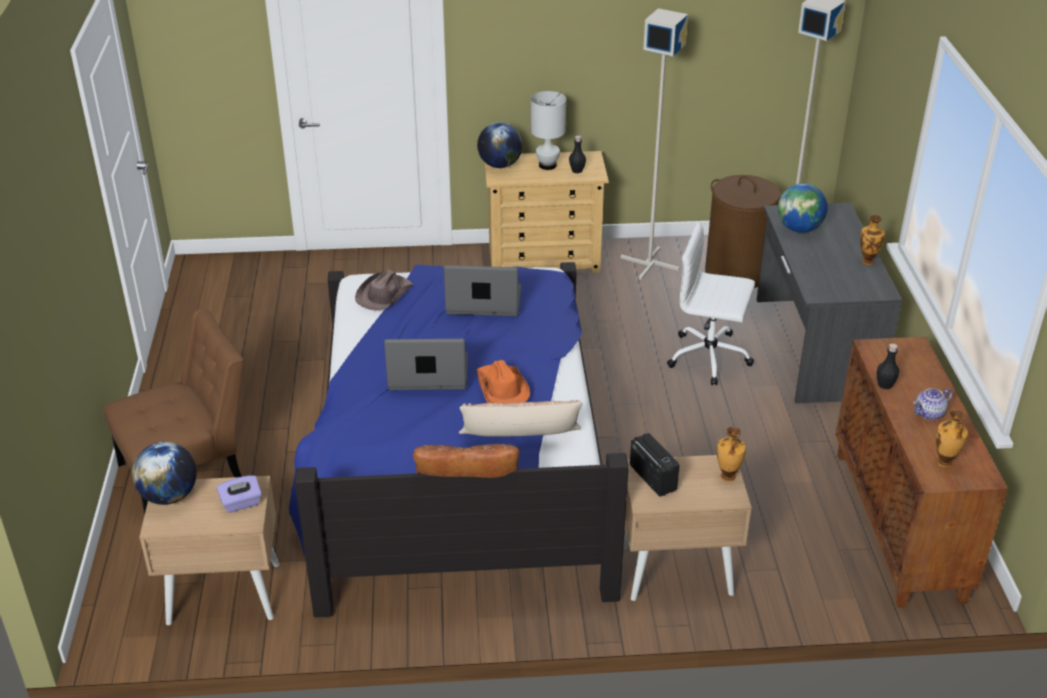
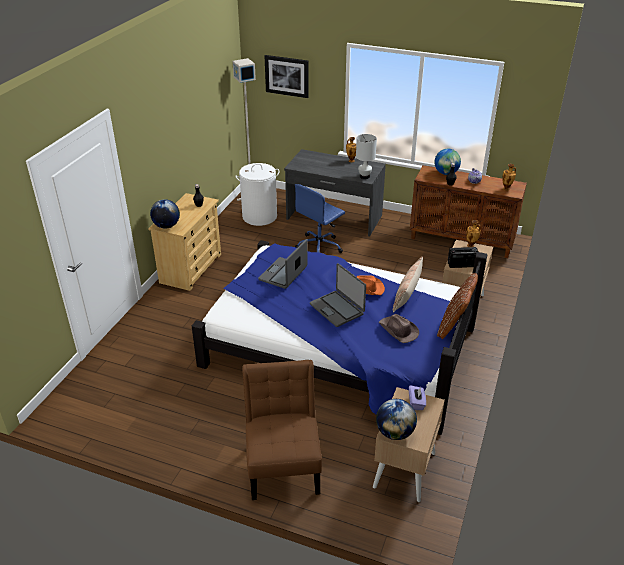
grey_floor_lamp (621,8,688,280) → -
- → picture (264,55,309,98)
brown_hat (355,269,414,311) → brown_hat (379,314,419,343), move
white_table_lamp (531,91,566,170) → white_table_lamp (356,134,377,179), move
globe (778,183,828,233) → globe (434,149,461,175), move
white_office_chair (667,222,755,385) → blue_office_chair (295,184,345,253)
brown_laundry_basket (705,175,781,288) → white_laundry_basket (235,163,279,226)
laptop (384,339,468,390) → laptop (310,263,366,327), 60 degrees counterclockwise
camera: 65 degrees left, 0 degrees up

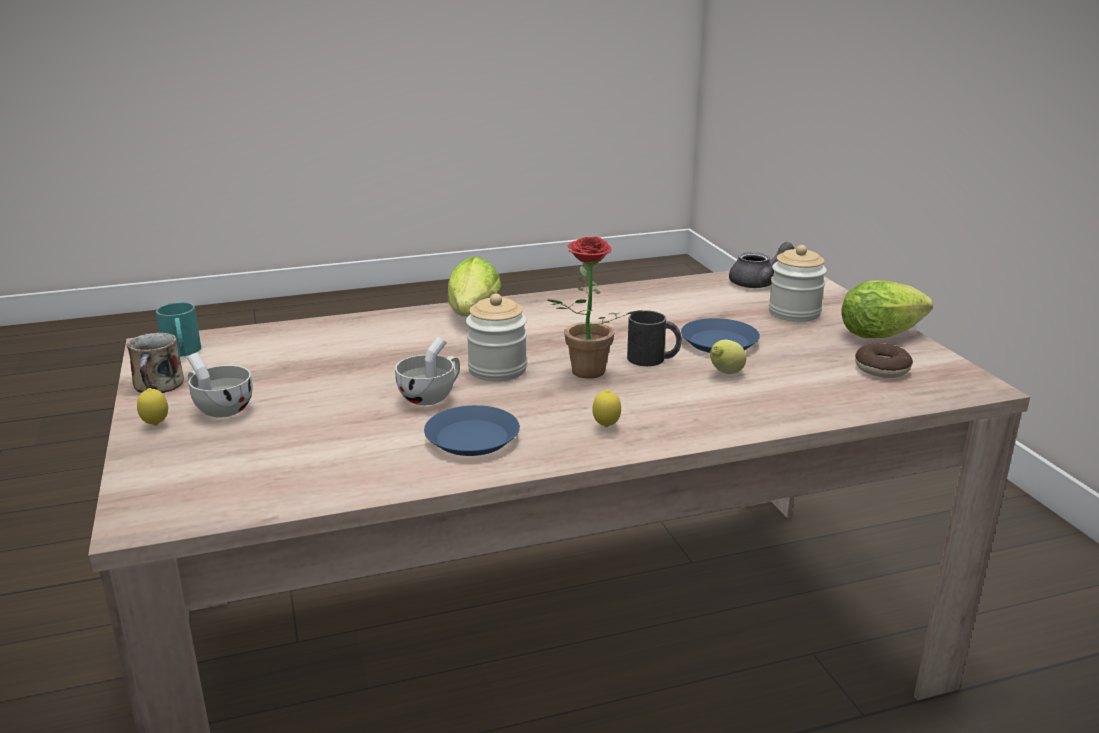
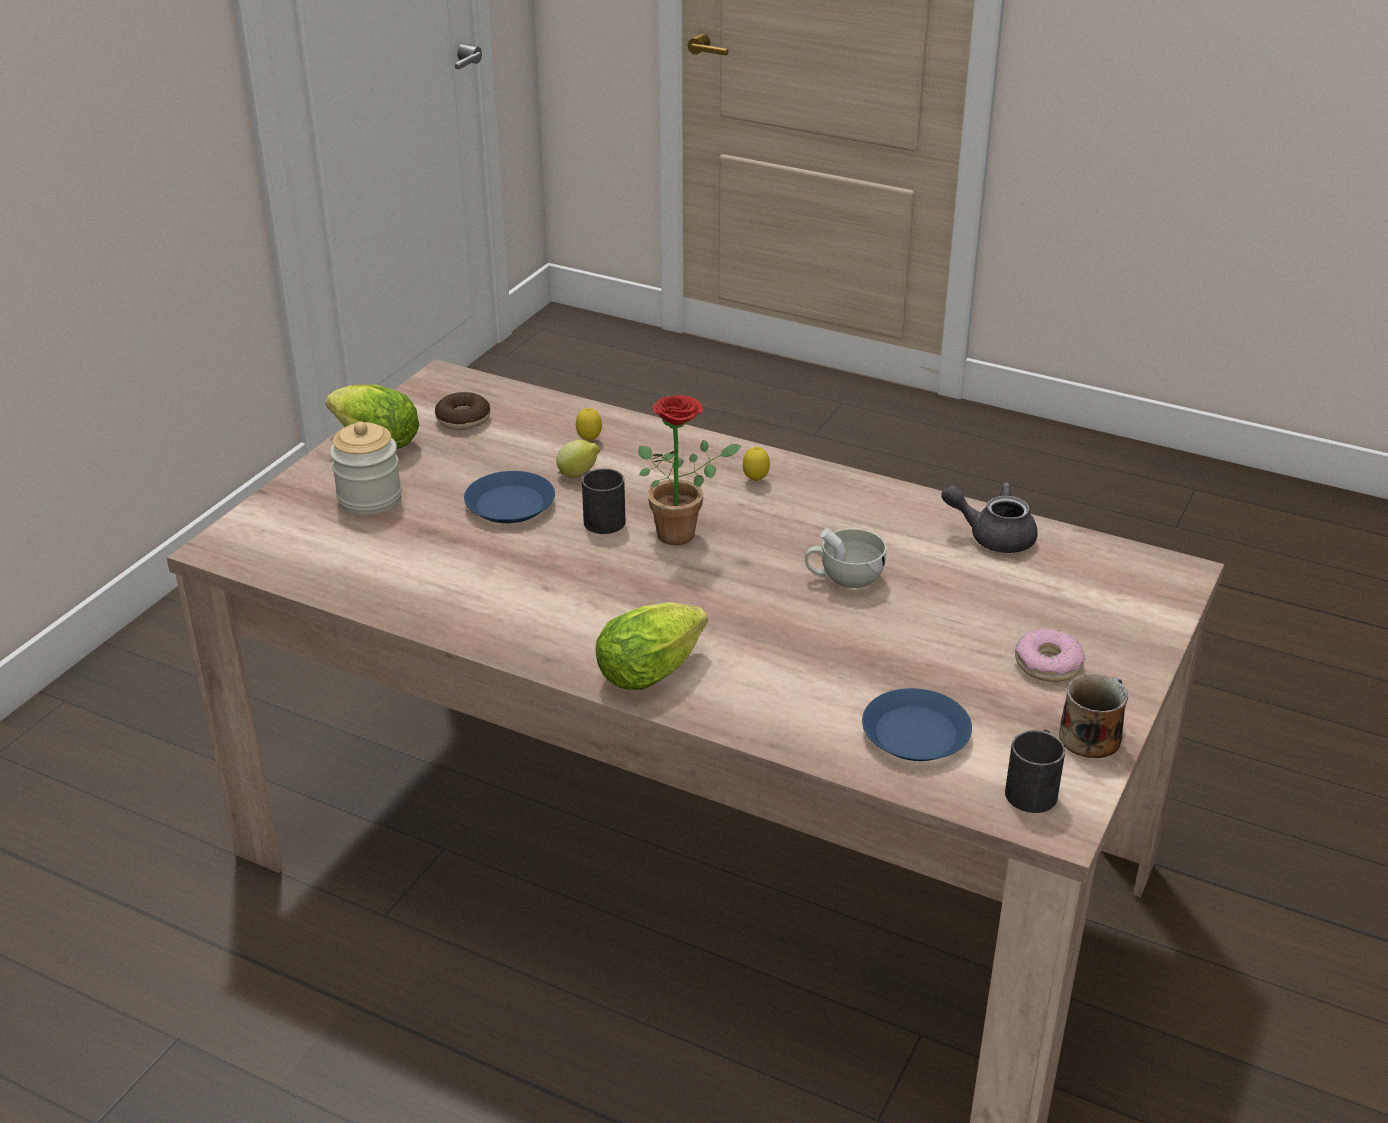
jar (466,294,527,381) → -
lemon (137,388,168,426) → lemon (576,407,602,441), move
blue_plate (424,405,520,456) → blue_plate (862,688,972,761), move
grey_teapot (729,242,794,288) → grey_teapot (941,482,1038,553), move
white_cup (187,353,253,418) → donut (1015,628,1086,682)
turquoise_mug (156,302,201,357) → black_mug (1005,730,1065,813)
camera: 135 degrees left, 10 degrees up

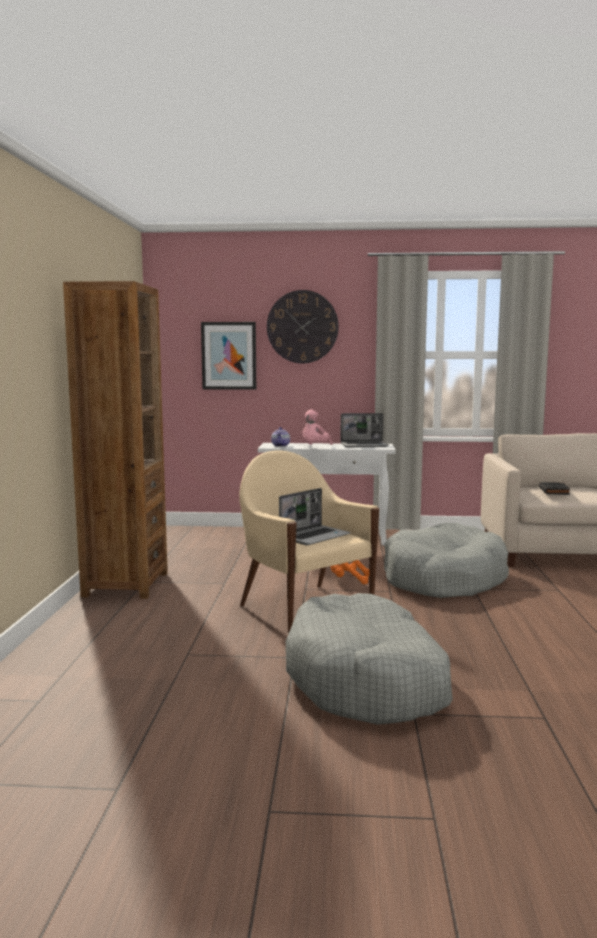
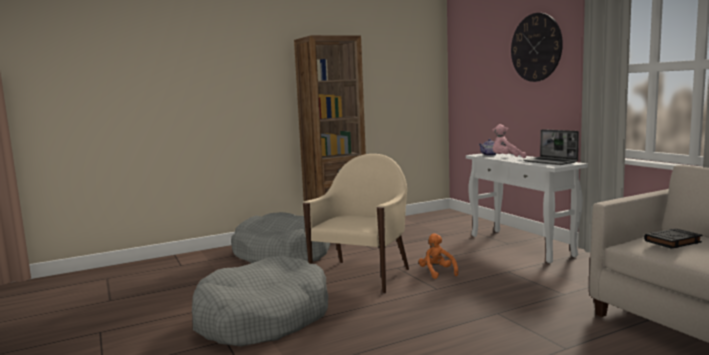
picture (201,322,256,390) → -
laptop (279,488,350,545) → -
grey_dog_bed (384,523,509,598) → grey_dog_bed (231,212,330,263), move
camera: 60 degrees right, 0 degrees up

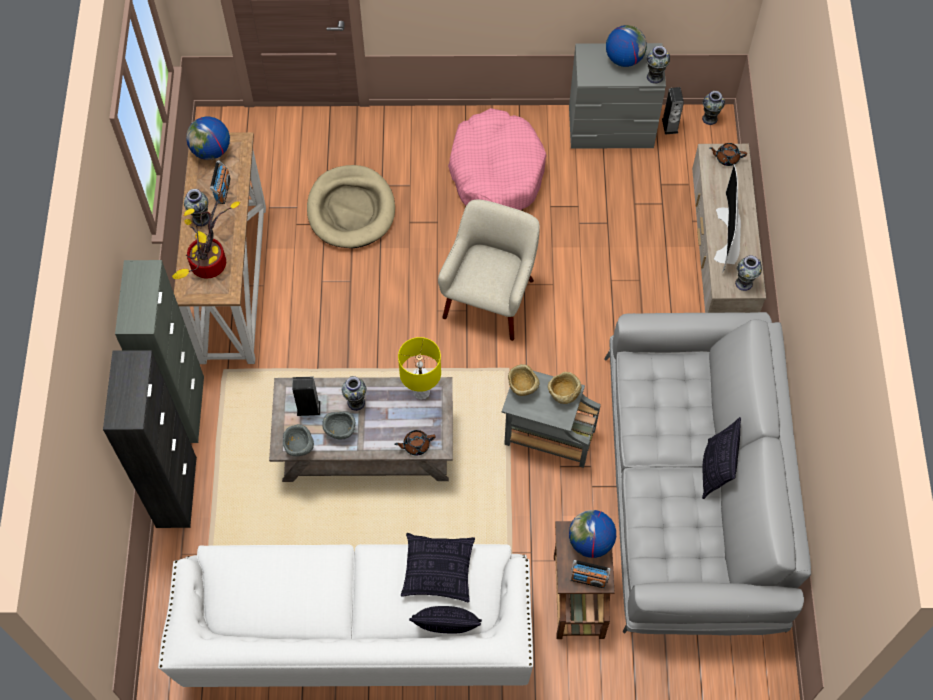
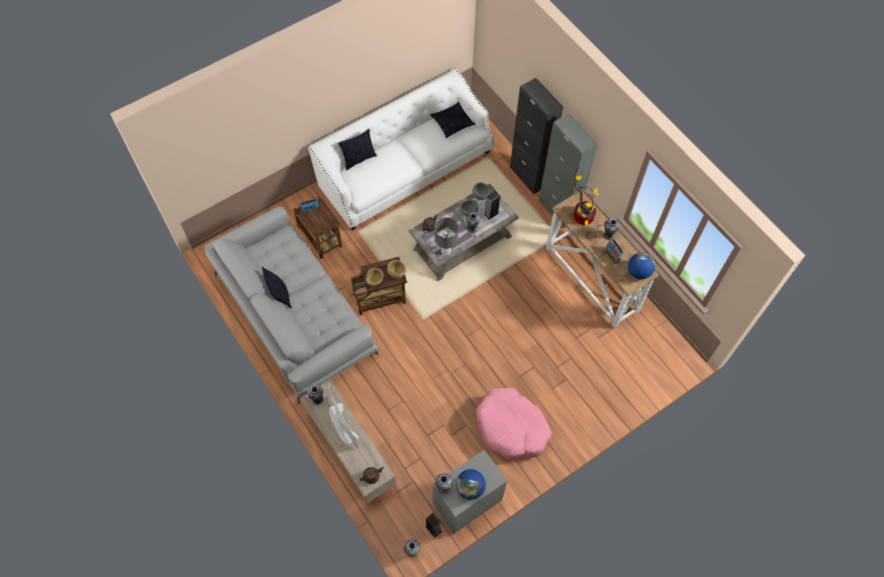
beige_dog_bed (307,165,395,248) → -
beige_armchair (438,200,540,341) → -
globe (569,510,616,558) → -
pillow (401,533,475,602) → pillow (430,102,476,138), move
yellow_table_lamp (398,337,441,400) → grey_table_lamp (435,217,459,255)
grey_side_table (502,371,601,468) → brown_side_table (351,257,407,315)
camera: 145 degrees right, 0 degrees up

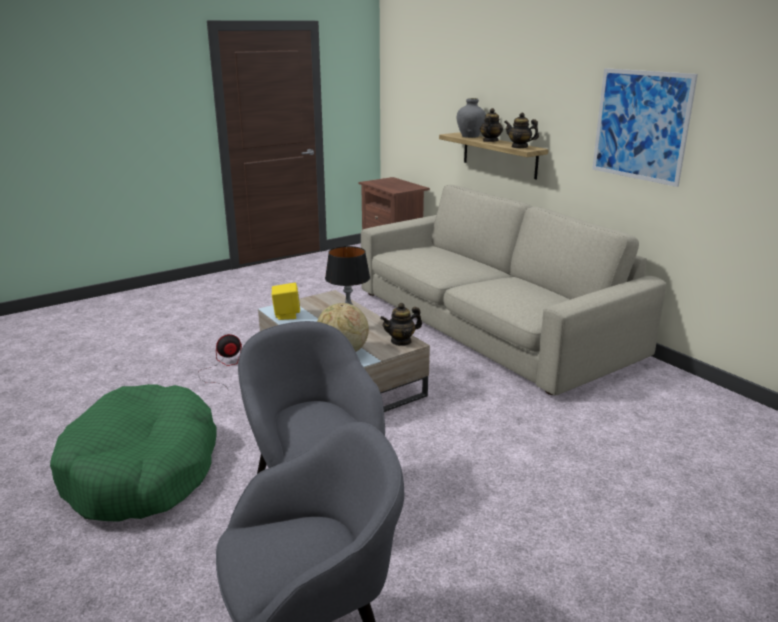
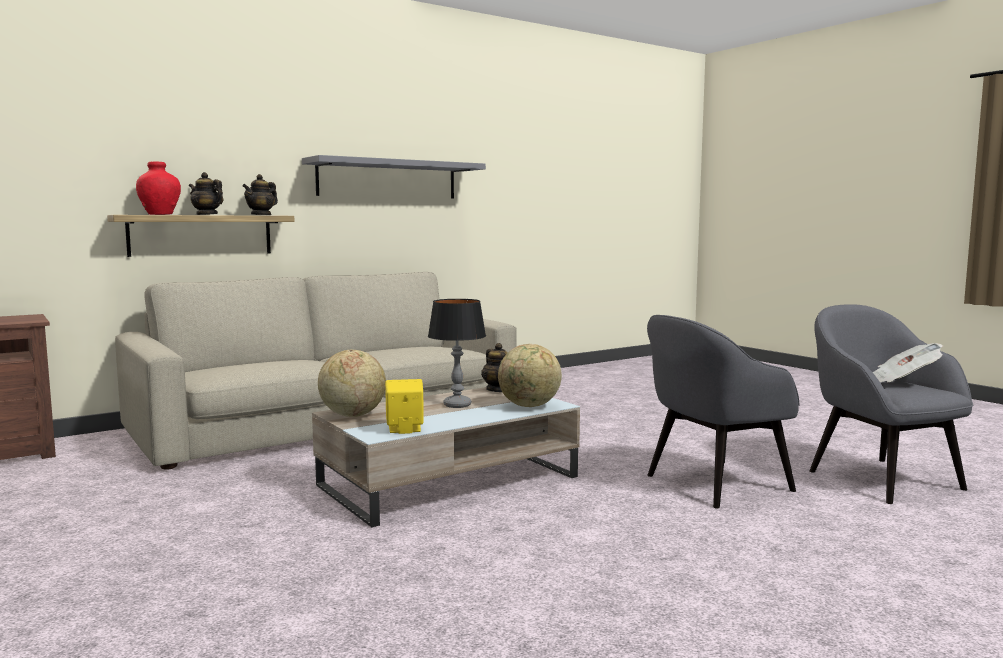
green_dog_bed (50,384,216,522) → -
fan (198,334,242,389) → -
- → globe (318,350,386,417)
- → newspaper (873,343,943,382)
picture (592,68,698,187) → grey_shelf (302,155,486,199)
grey_vase (457,98,486,138) → red_vase (136,161,181,215)
camera: 90 degrees left, 15 degrees down

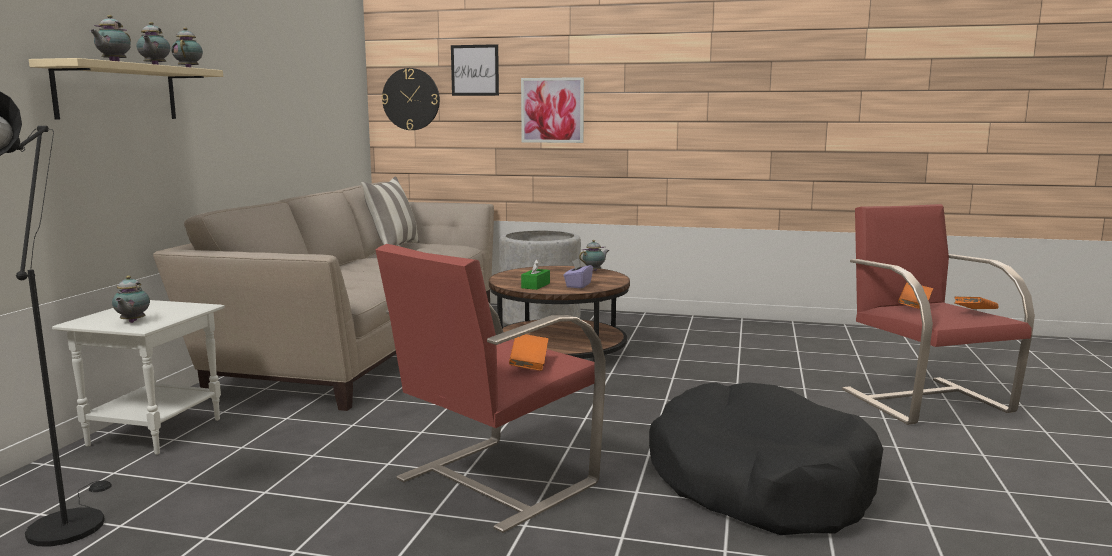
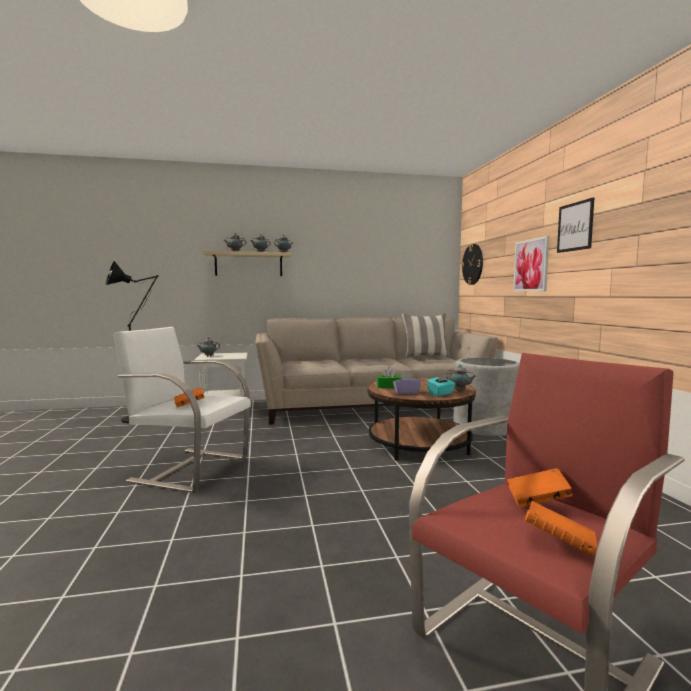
black_dog_bed (649,382,883,535) → -
- → turquoise_tissue_box (427,374,455,396)
picture (451,44,499,96) → picture (557,197,594,253), move
red_armchair (376,244,606,533) → white_armchair (113,327,251,493)
camera: 65 degrees right, 5 degrees down

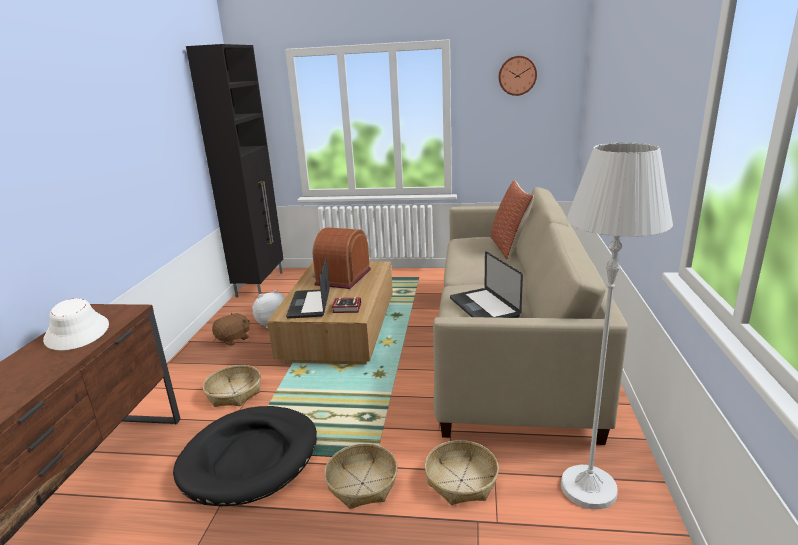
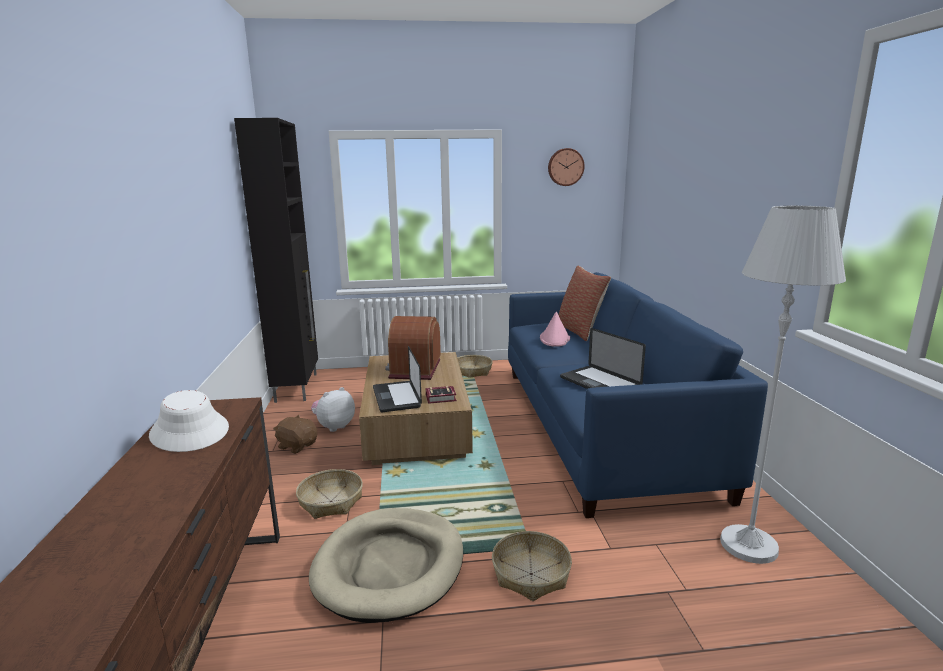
- → pink_hat (540,312,570,347)
basket (425,440,499,505) → basket (457,355,493,378), move
black_dog_bed (173,406,317,507) → beige_dog_bed (309,508,463,623)
beige_sofa (433,187,628,445) → blue_sofa (508,272,768,518)
brown_plush_toy (212,312,250,346) → brown_plush_toy (273,415,317,454), 90 degrees counterclockwise
camera: 15 degrees left, 5 degrees down

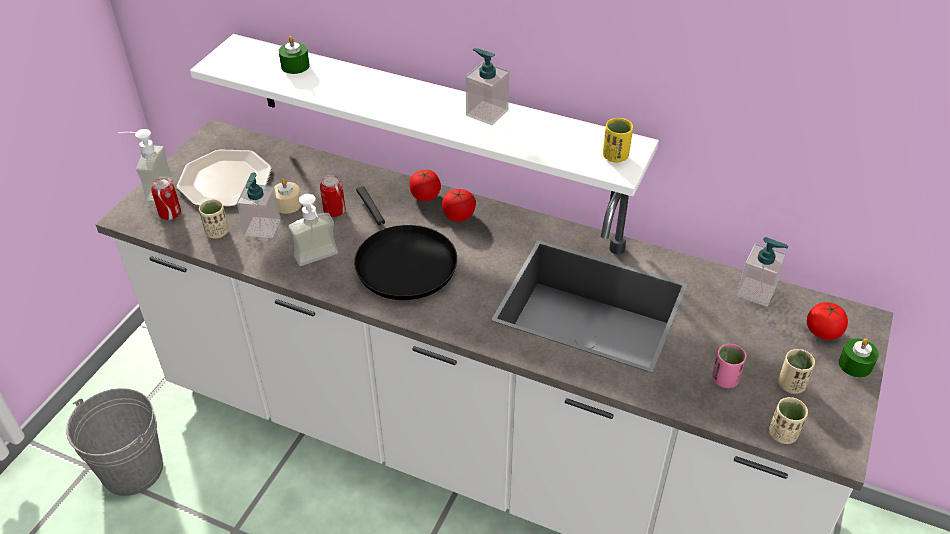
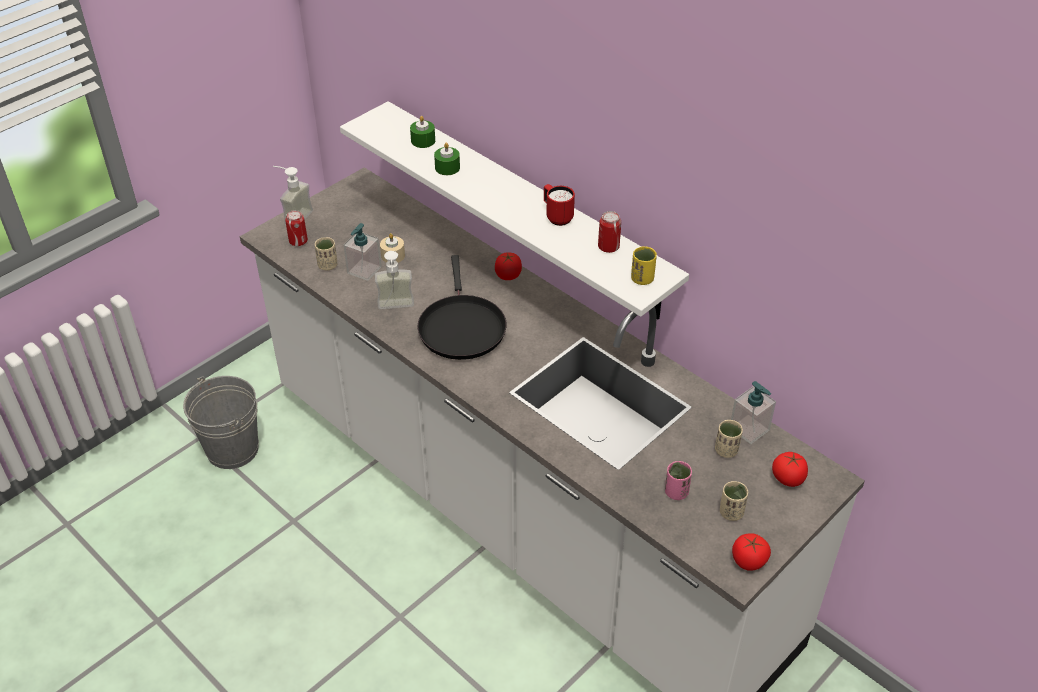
plate (177,150,272,207) → -
can (320,175,345,217) → can (598,211,621,253), move
tomato (442,189,476,222) → tomato (732,533,771,571), move
beige_cup (769,397,808,444) → beige_cup (715,420,743,458), move
green_candle (839,338,879,378) → green_candle (434,143,460,175), move
soap_dispenser (466,48,509,125) → red_mug (544,184,575,226)
camera: 20 degrees right, 0 degrees up

